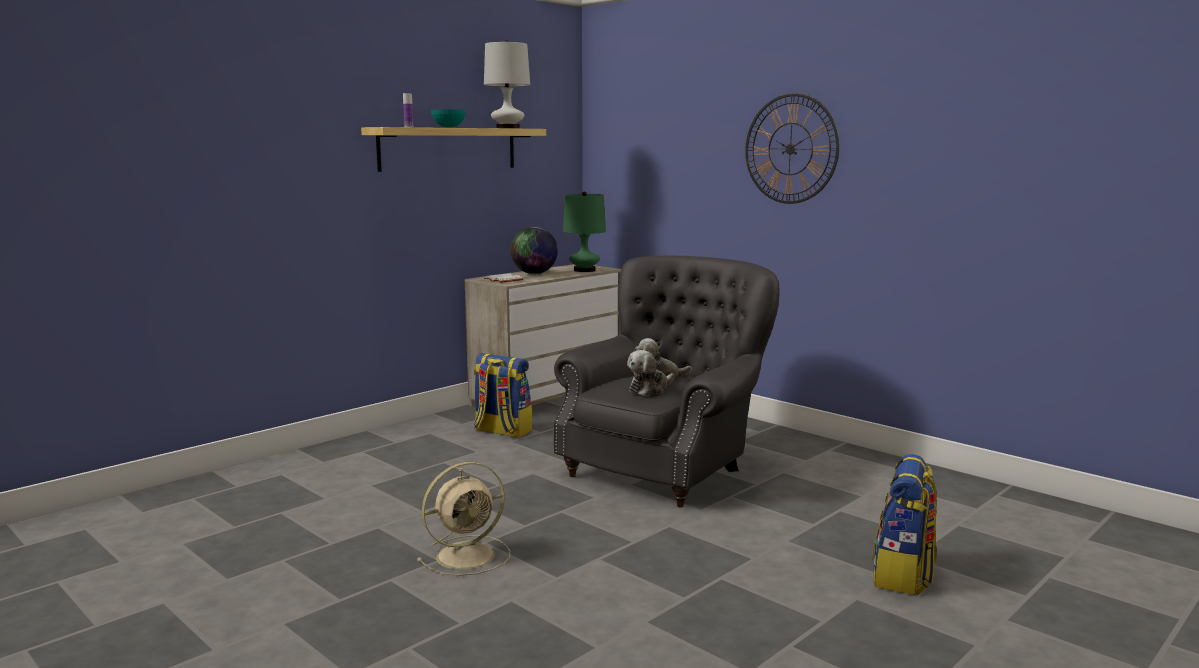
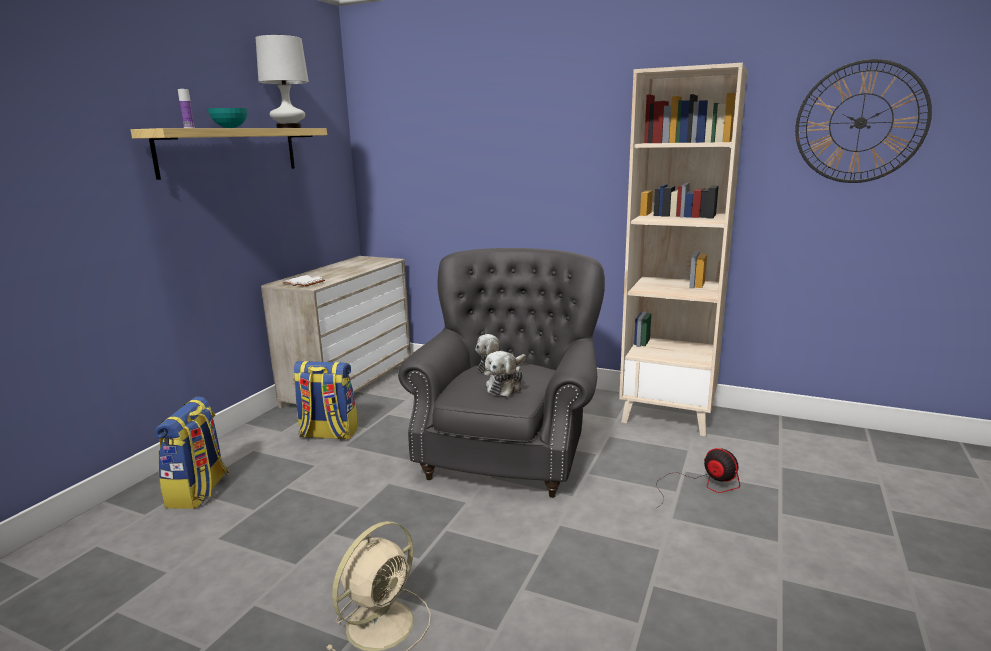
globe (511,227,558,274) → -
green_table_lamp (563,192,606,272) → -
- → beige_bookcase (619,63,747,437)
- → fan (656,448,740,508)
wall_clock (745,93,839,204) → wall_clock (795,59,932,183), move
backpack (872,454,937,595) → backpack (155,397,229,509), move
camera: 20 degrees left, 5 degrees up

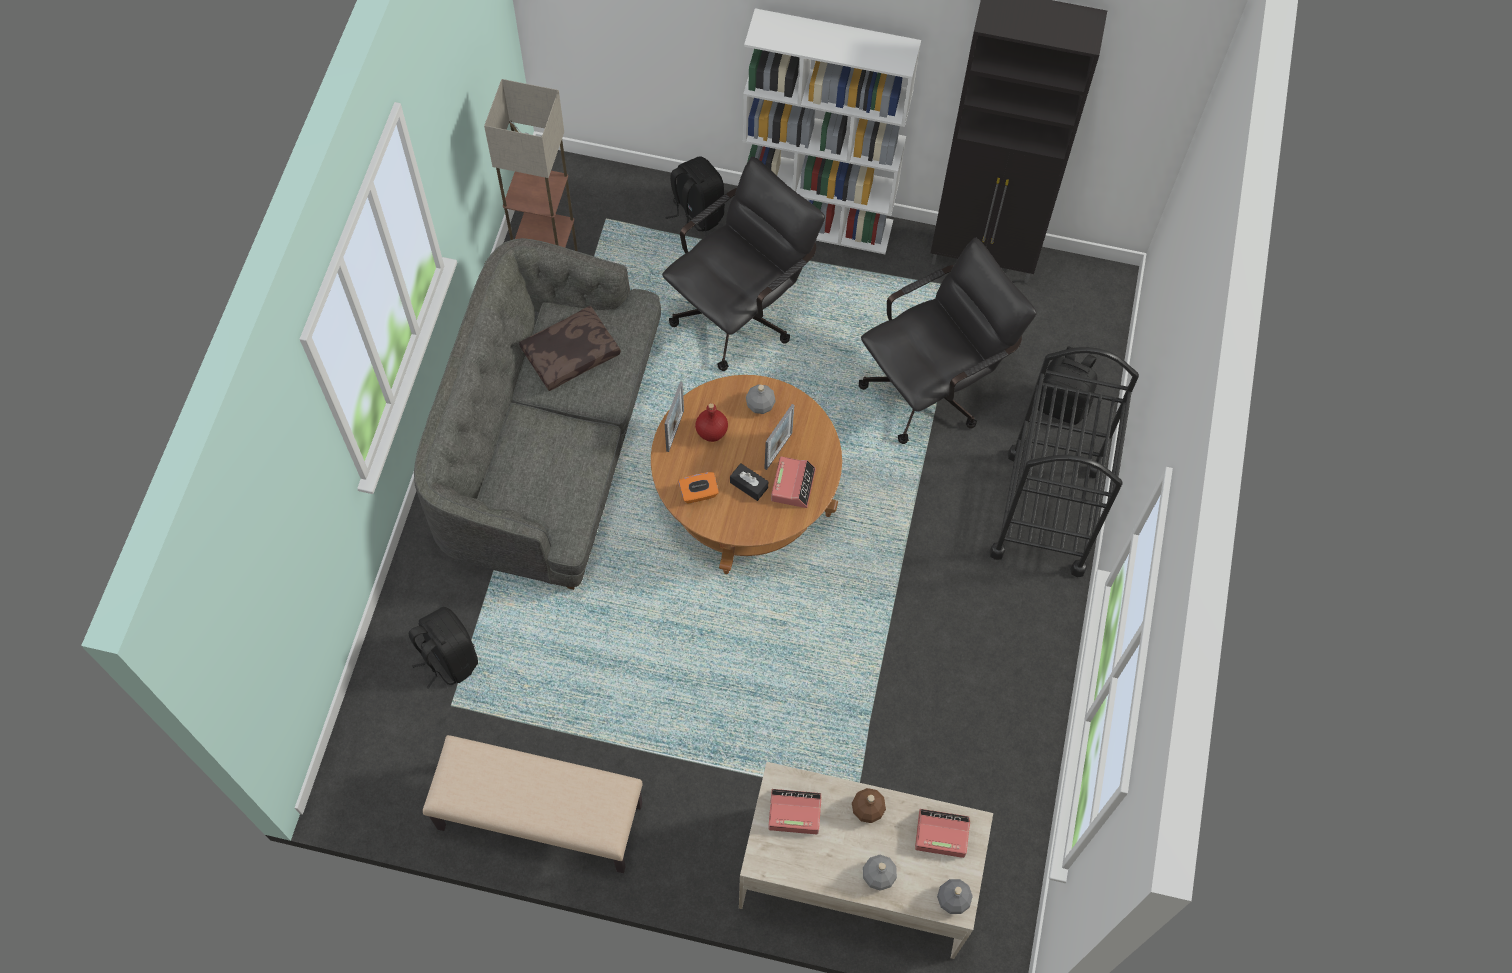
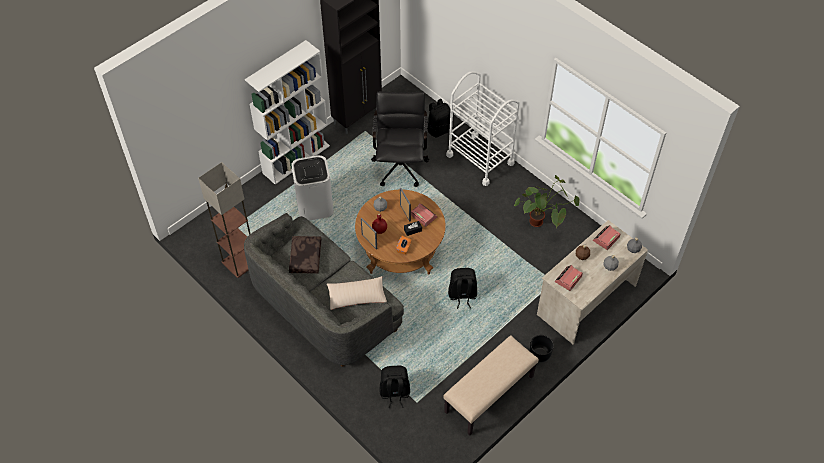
- → beige_pillow (327,276,387,310)
- → potted_plant (514,175,580,228)
- → black_planter (530,335,554,362)
black_backpack (665,156,725,235) → black_backpack (448,268,477,309), move
black_office_chair (662,157,825,371) → white_trash_can (291,155,334,221)
black_cart (989,347,1139,577) → white_cart (446,71,520,186)
camera: 55 degrees left, 10 degrees down

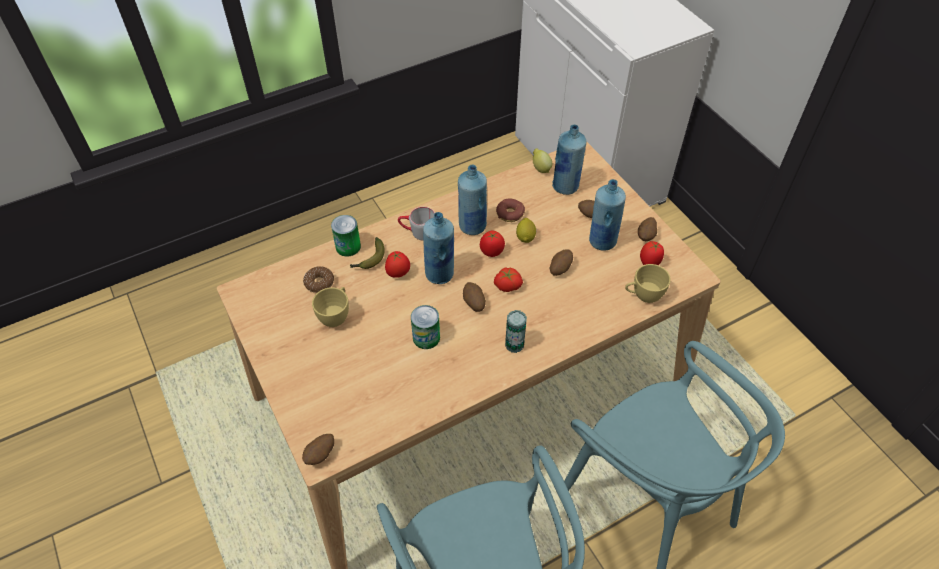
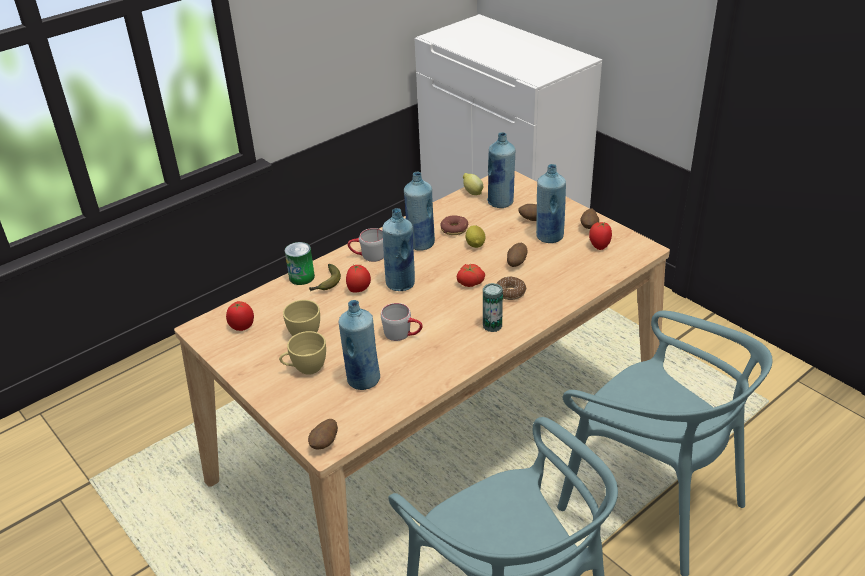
potato (463,282,486,312) → -
- → blue_bottle (339,300,380,390)
donut (303,266,334,293) → donut (496,277,526,300), move
tomato (480,231,505,257) → tomato (226,301,254,331), move
yellow_cup (625,264,671,303) → yellow_cup (279,331,326,375), move
can (411,305,440,349) → grey_mug (381,303,423,341)
camera: 10 degrees left, 15 degrees down

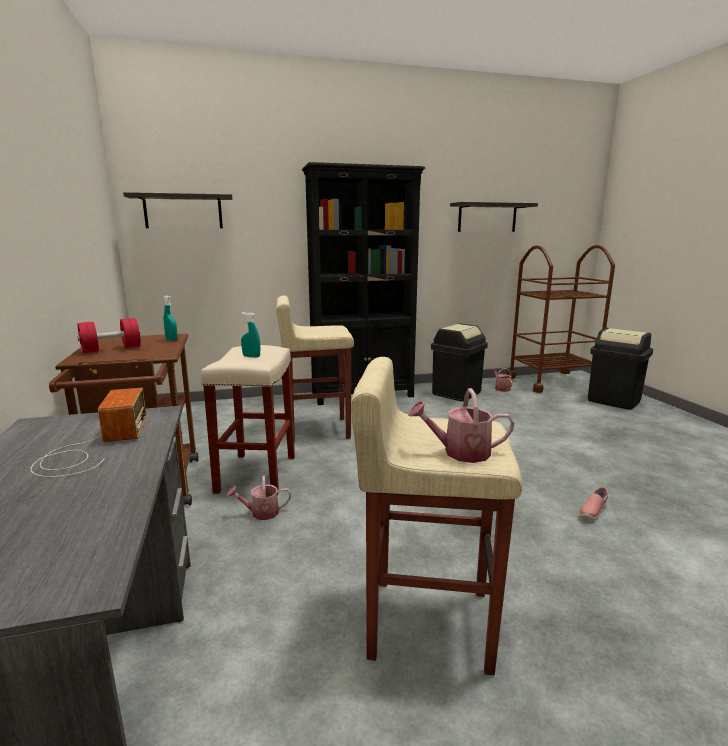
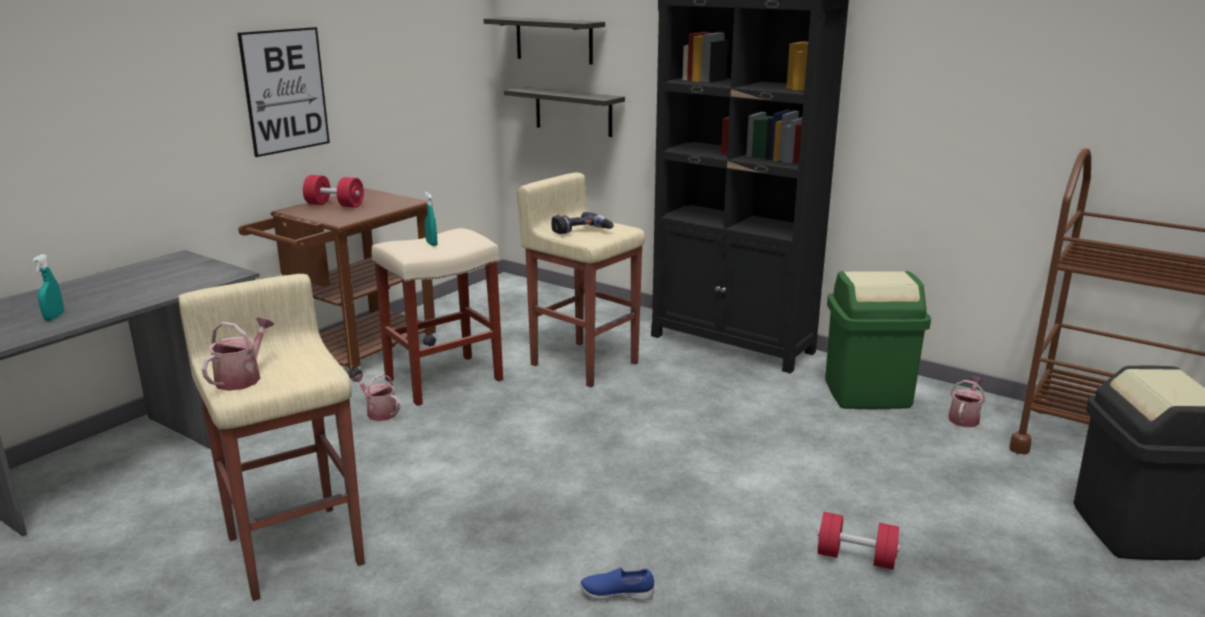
radio (30,388,147,477) → -
- → picture (238,27,330,157)
- → power_drill (551,212,614,234)
- → red_dumbbell (817,512,900,570)
turquoise_spray_bottle (163,296,178,341) → turquoise_spray_bottle (32,254,64,321), move
shelf (450,202,538,232) → shelf (504,87,625,137), move
black_trash_can (431,323,488,401) → green_trash_can (825,271,931,409)
pink_shoe (579,487,608,520) → blue_shoe (580,568,654,601)
watering_can (408,388,514,463) → watering_can (201,317,274,391), 60 degrees clockwise
camera: 50 degrees right, 5 degrees up

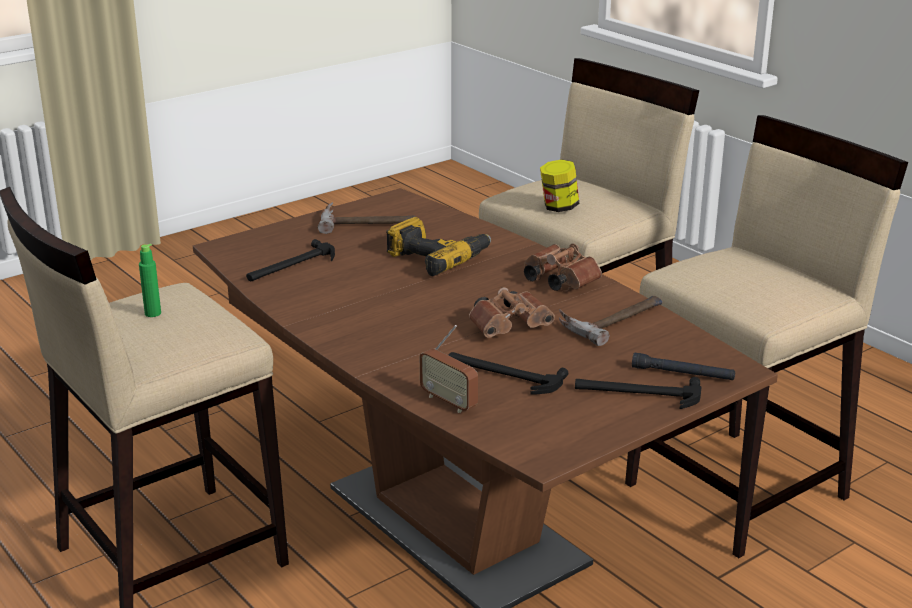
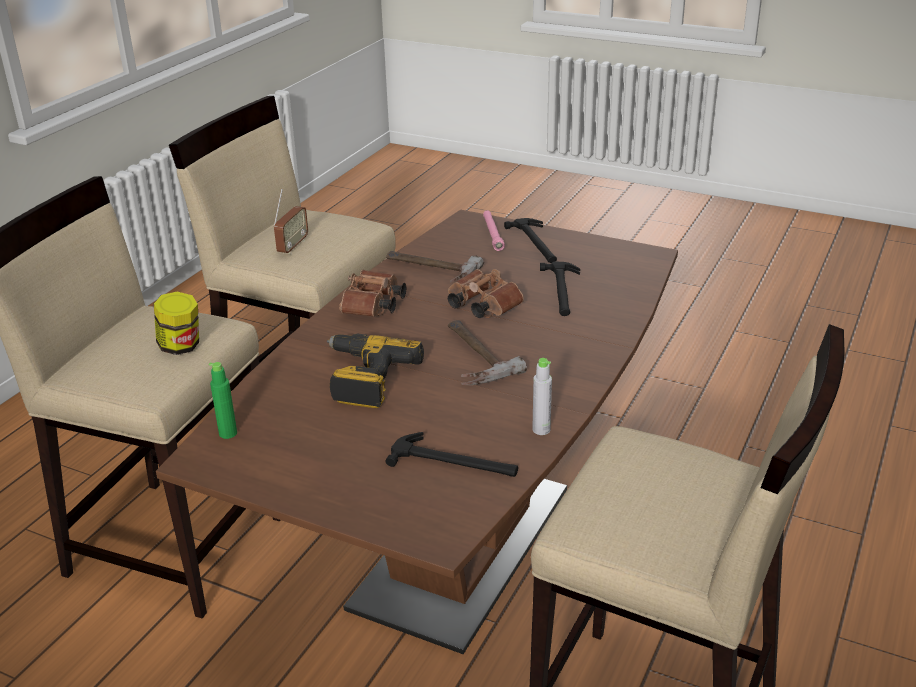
- → grey_bottle (532,358,552,435)
green_bottle (139,244,161,317) → green_bottle (209,362,237,439), move
hammer (318,202,415,234) → hammer (448,320,527,385), move
radio (420,325,478,413) → radio (273,189,308,254), move
black_flashlight (632,353,735,380) → pink_flashlight (483,210,505,251)
camera: 115 degrees left, 5 degrees up

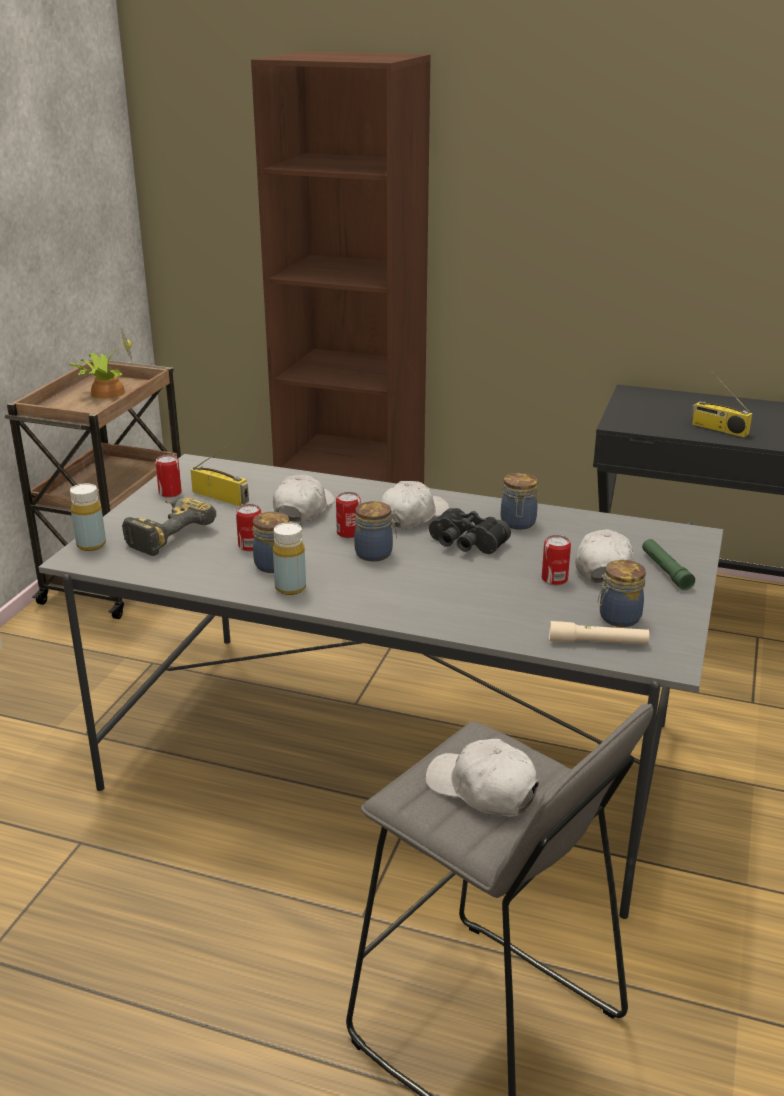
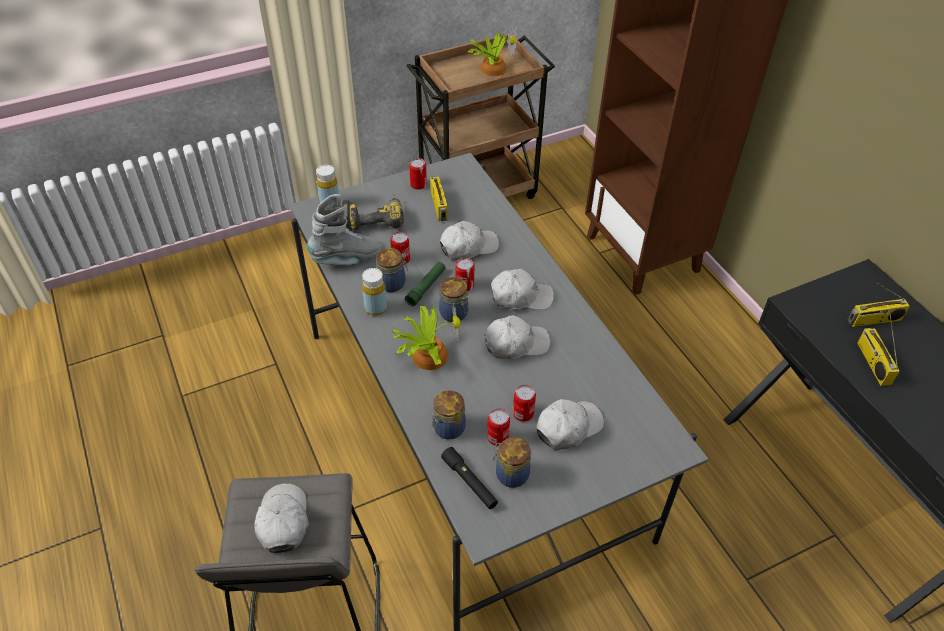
- → grey_boot (307,194,383,265)
- → potted_plant (391,302,461,370)
- → can (487,408,510,446)
- → radio (848,282,910,327)
jar (501,473,538,529) → jar (432,390,466,440), move
green_flashlight (642,539,695,590) → green_flashlight (405,262,446,306), move
black_binoculars (429,508,511,554) → white_cap (484,315,550,359)
beige_flashlight (549,621,650,645) → black_flashlight (441,447,498,509)
camera: 45 degrees right, 20 degrees up

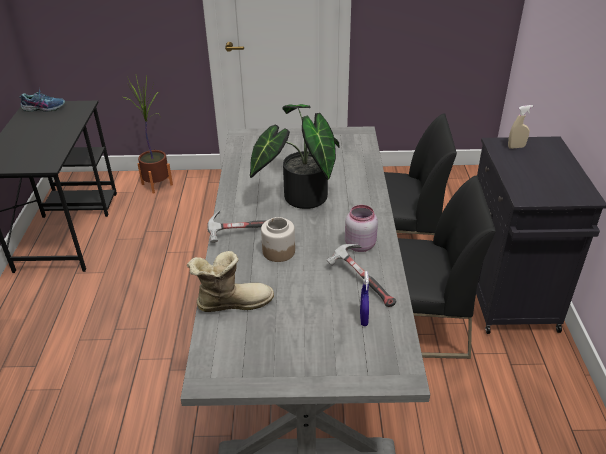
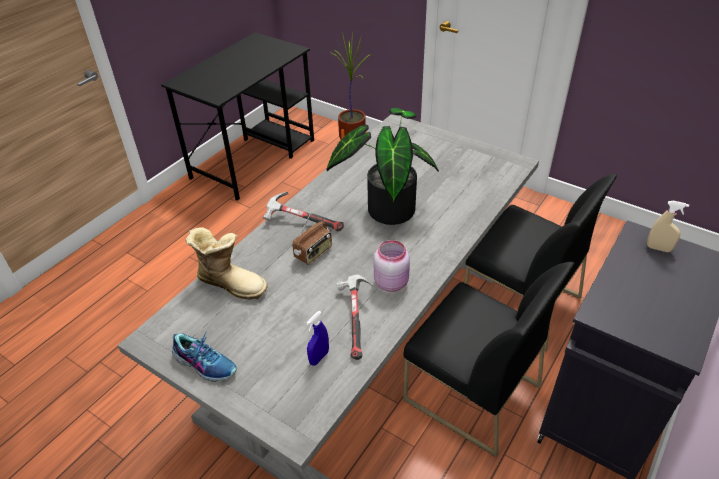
shoe (19,89,65,112) → shoe (172,331,237,382), move
jar (261,217,295,262) → radio (292,215,332,265)
camera: 35 degrees right, 5 degrees up

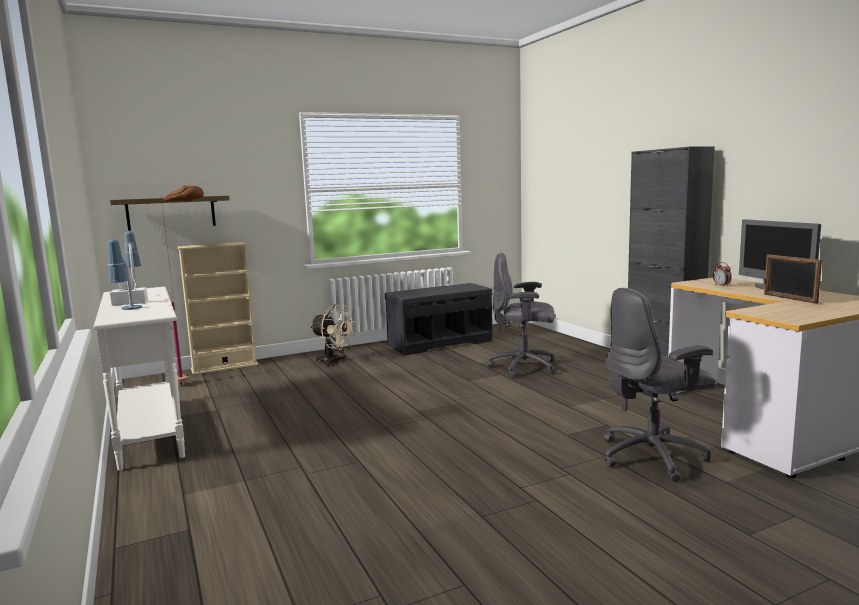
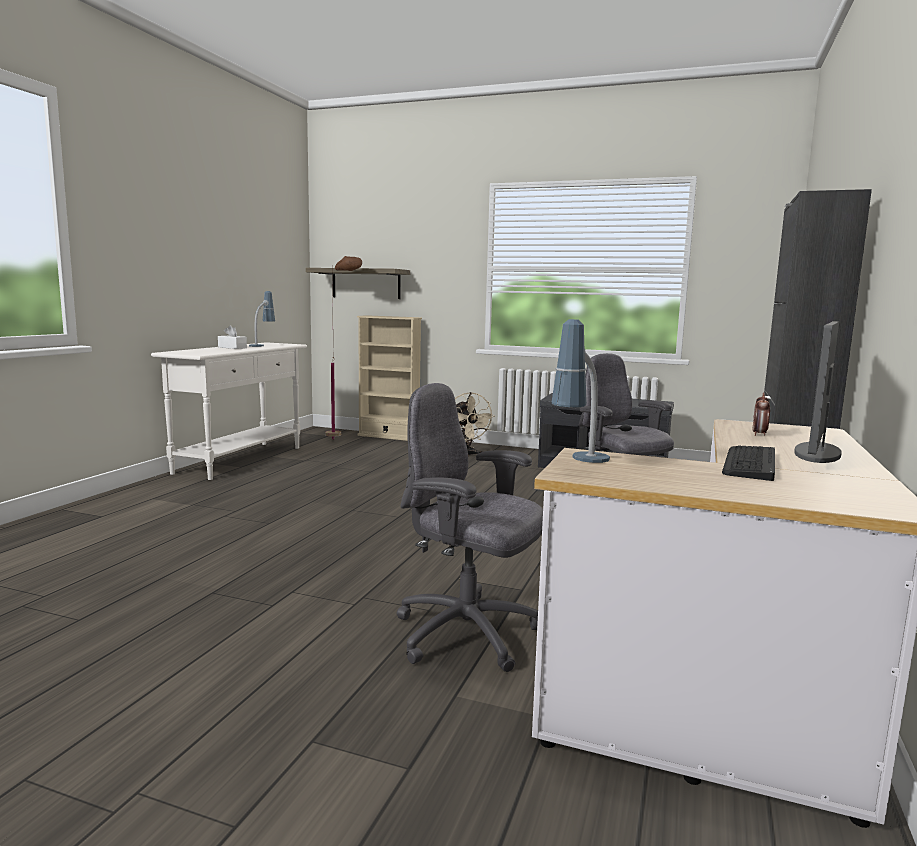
table_lamp (108,239,142,310) → table_lamp (552,319,610,463), move
picture_frame (764,254,822,304) → keyboard (722,446,775,481)
camera: 45 degrees right, 0 degrees up

